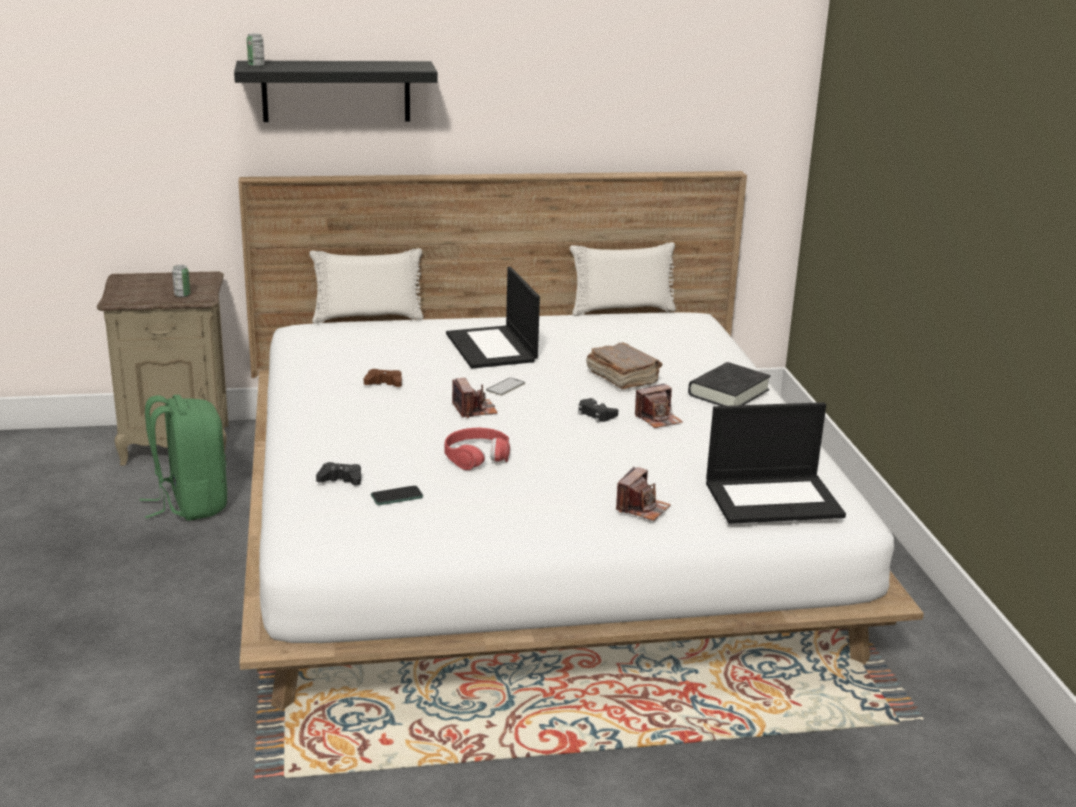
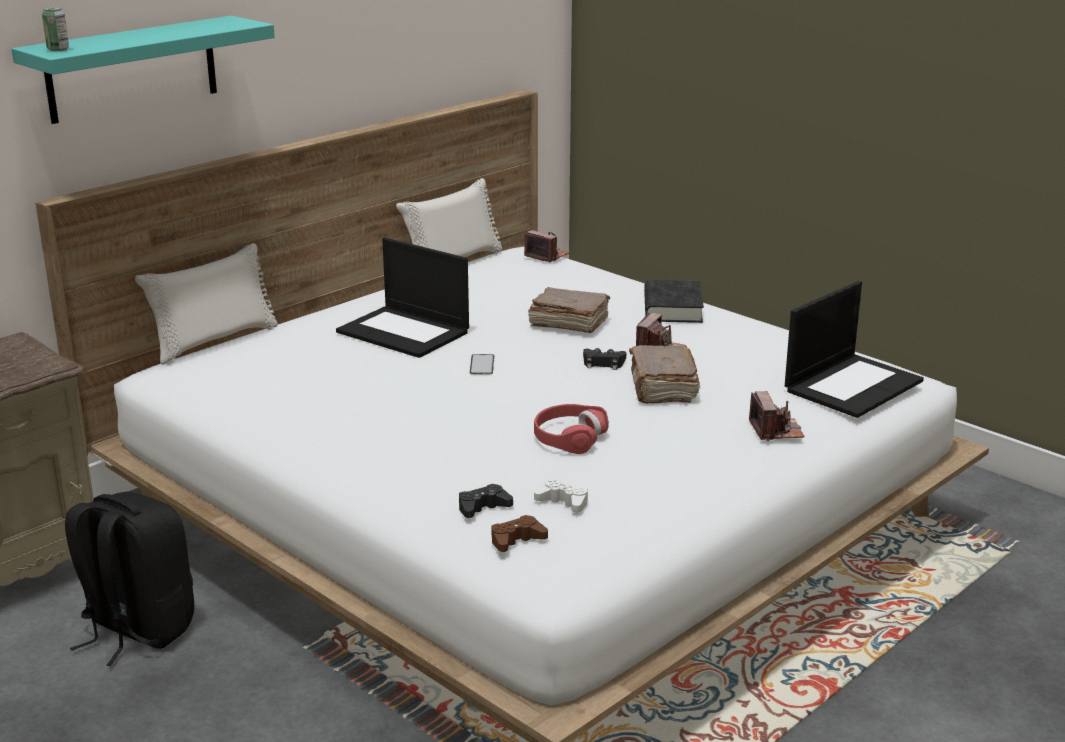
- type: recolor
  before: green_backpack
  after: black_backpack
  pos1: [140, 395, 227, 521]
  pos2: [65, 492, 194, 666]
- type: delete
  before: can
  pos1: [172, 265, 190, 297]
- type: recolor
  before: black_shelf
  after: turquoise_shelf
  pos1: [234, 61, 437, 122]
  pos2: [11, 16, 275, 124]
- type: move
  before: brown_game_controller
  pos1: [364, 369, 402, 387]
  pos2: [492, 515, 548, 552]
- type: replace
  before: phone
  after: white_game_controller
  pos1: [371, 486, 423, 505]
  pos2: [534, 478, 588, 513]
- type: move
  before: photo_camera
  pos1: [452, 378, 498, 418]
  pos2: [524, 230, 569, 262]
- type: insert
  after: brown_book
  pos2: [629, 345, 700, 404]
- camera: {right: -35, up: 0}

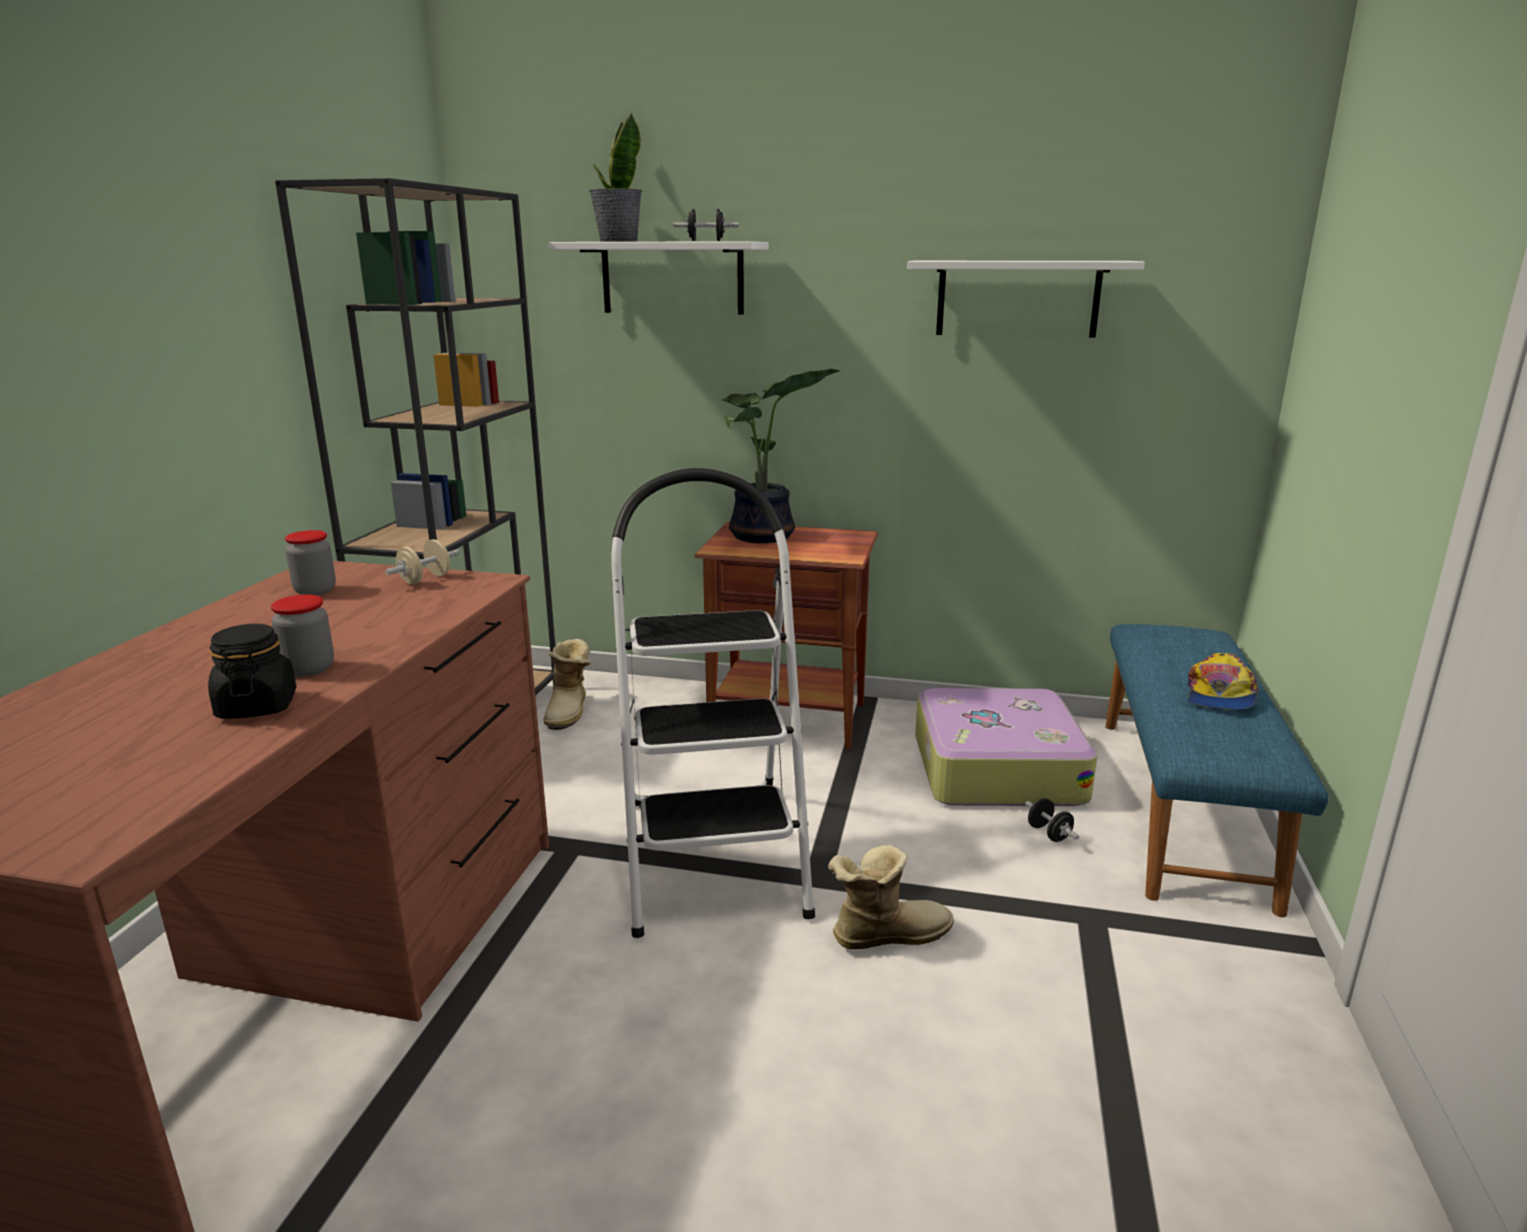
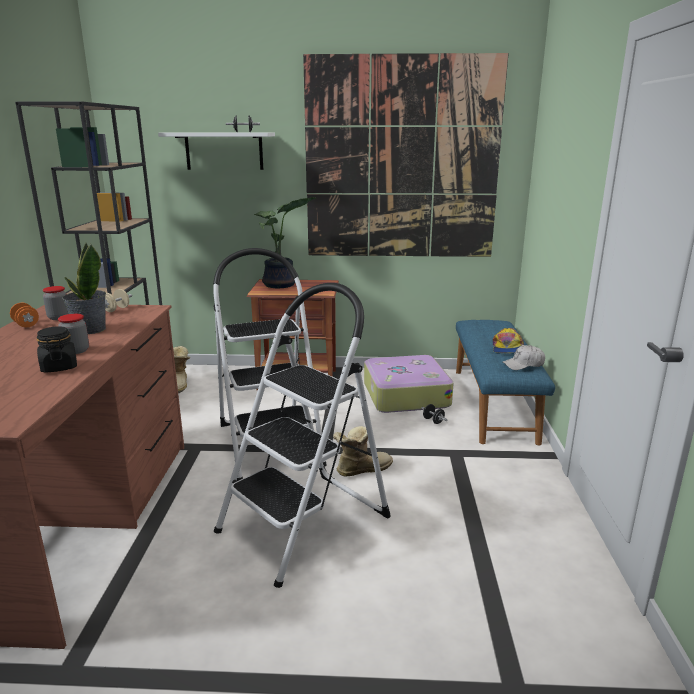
- type: move
  before: potted_plant
  pos1: [589, 112, 642, 242]
  pos2: [62, 243, 106, 334]
- type: replace
  before: white_shelf
  after: picture
  pos1: [907, 261, 1145, 338]
  pos2: [303, 53, 509, 257]
- type: insert
  after: orange_dumbbell
  pos2: [10, 303, 39, 327]
- type: insert
  after: step_ladder
  pos2: [214, 283, 391, 588]
- type: insert
  after: white_cap
  pos2: [503, 345, 545, 370]
- camera: {right: -10, up: 0}

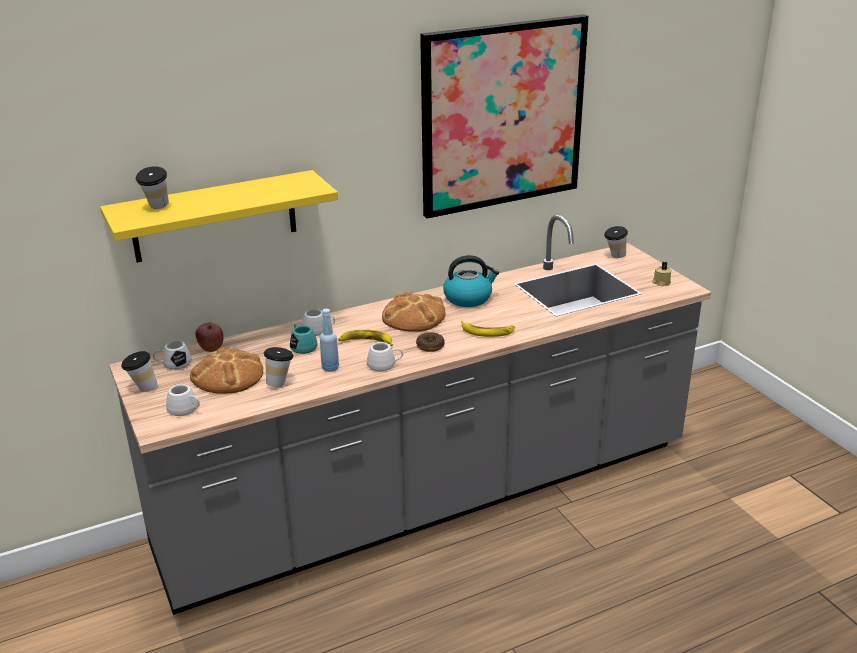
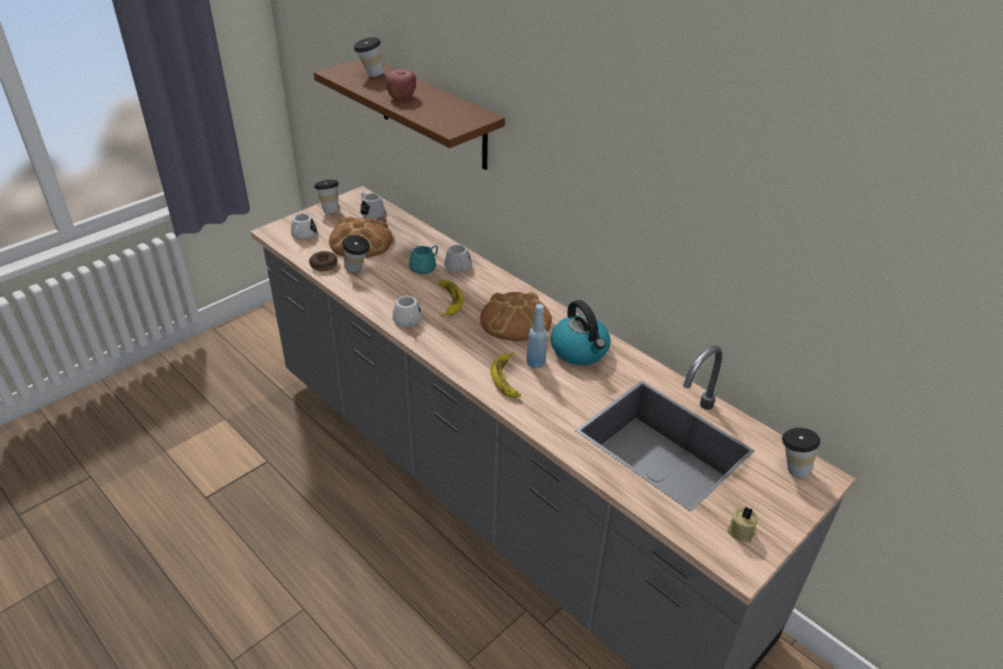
- type: recolor
  before: yellow_shelf
  after: brown_shelf
  pos1: [100, 170, 338, 263]
  pos2: [314, 59, 505, 170]
- type: move
  before: apple
  pos1: [196, 323, 224, 352]
  pos2: [386, 69, 416, 100]
- type: move
  before: blue_bottle
  pos1: [320, 309, 339, 372]
  pos2: [526, 304, 547, 369]
- type: move
  before: donut
  pos1: [416, 332, 445, 352]
  pos2: [309, 251, 338, 271]
- type: delete
  before: picture
  pos1: [420, 14, 589, 219]
- camera: {right: 70, up: 10}

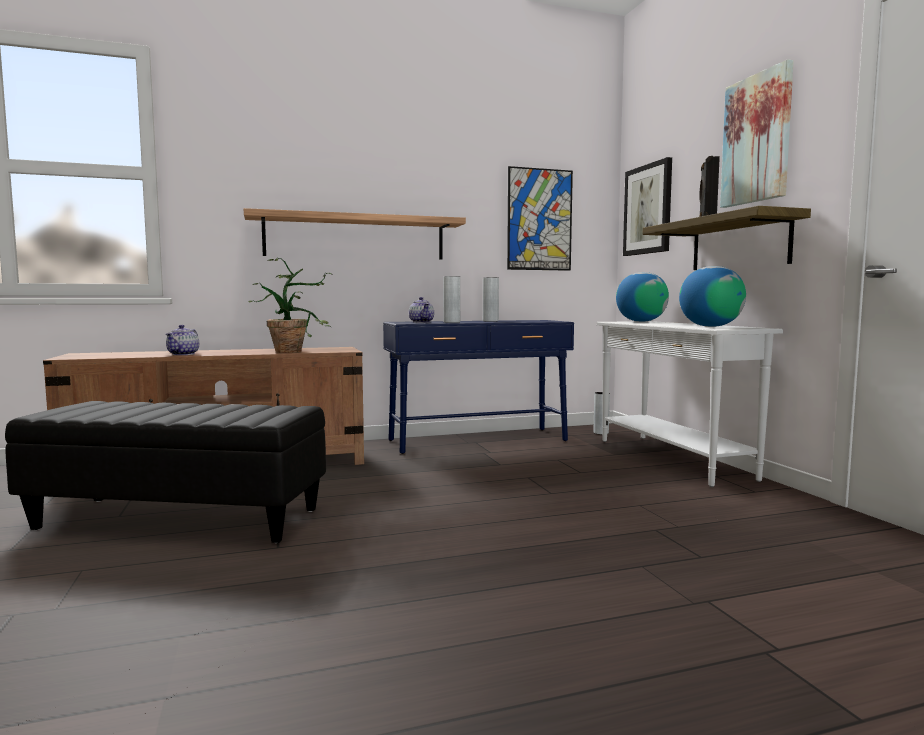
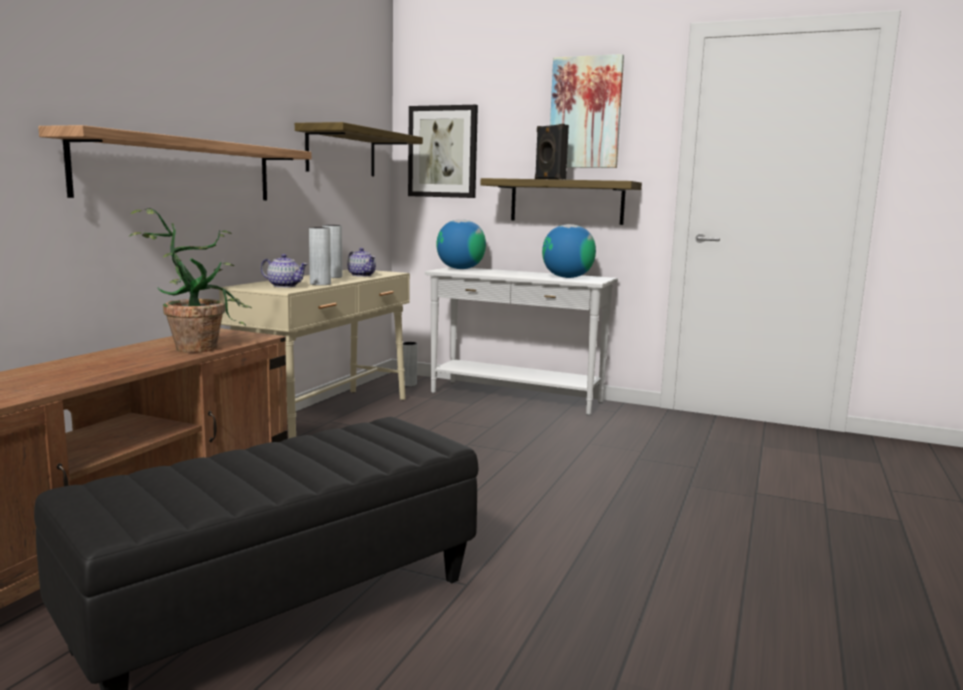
- type: move
  before: teapot
  pos1: [166, 325, 199, 355]
  pos2: [347, 248, 376, 277]
- type: recolor
  before: blue_console_table
  after: beige_console_table
  pos1: [383, 320, 574, 454]
  pos2: [219, 270, 410, 438]
- type: replace
  before: picture
  after: shelf
  pos1: [507, 166, 573, 271]
  pos2: [295, 122, 423, 176]
- camera: {right: -50, up: 5}

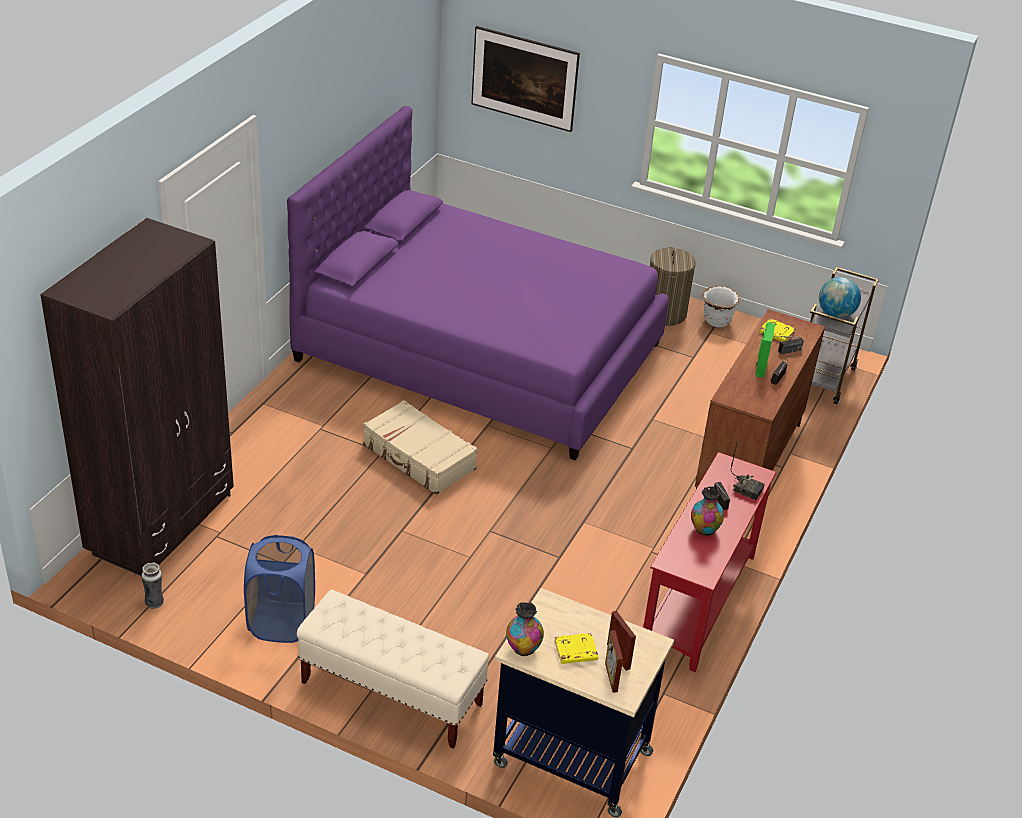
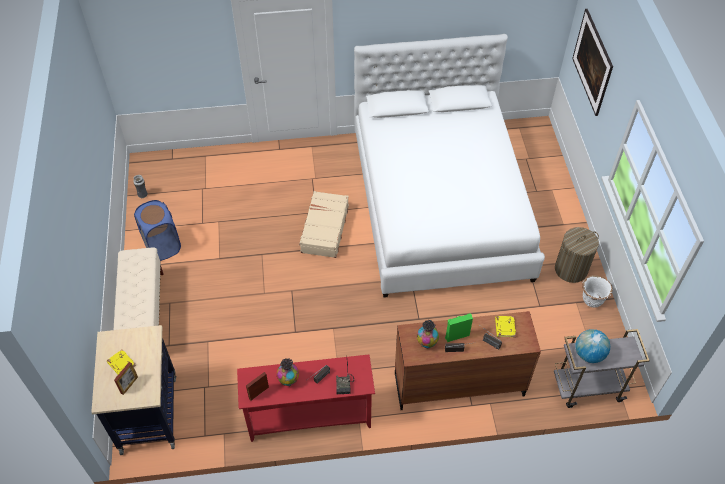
- type: delete
  before: brown_wardrobe
  pos1: [40, 218, 234, 577]
- type: recolor
  before: purple_bed
  after: white_bed
  pos1: [287, 106, 669, 460]
  pos2: [354, 34, 545, 298]
- type: move
  before: vase
  pos1: [506, 602, 544, 656]
  pos2: [417, 320, 439, 349]
- type: move
  before: picture_frame
  pos1: [605, 630, 623, 693]
  pos2: [246, 372, 269, 401]
- camera: {right: 60, up: 15}

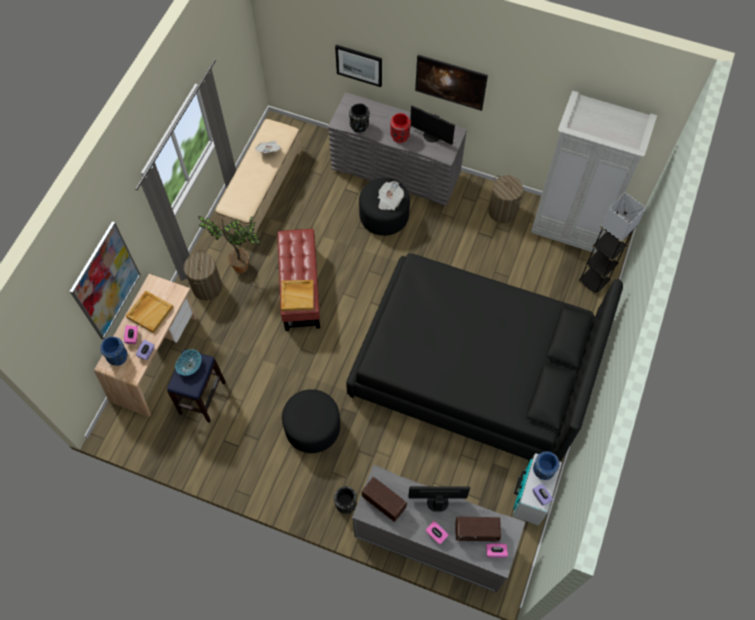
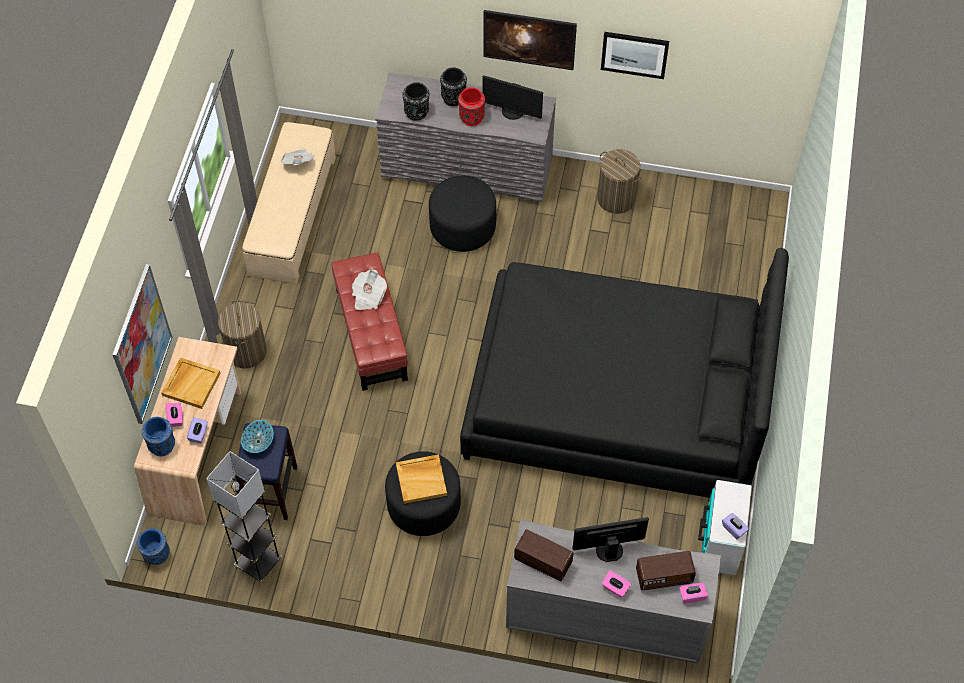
- type: delete
  before: potted_plant
  pos1: [199, 216, 261, 273]
- type: move
  before: beige_tray
  pos1: [281, 280, 313, 311]
  pos2: [396, 454, 447, 504]
- type: move
  before: black_vase
  pos1: [334, 486, 357, 514]
  pos2: [440, 67, 467, 106]
- type: move
  before: picture
  pos1: [335, 45, 382, 87]
  pos2: [601, 32, 669, 79]
- type: move
  before: newspaper
  pos1: [378, 181, 404, 210]
  pos2: [352, 269, 387, 310]
- type: delete
  before: white_wardrobe
  pos1: [531, 91, 657, 253]
- type: move
  before: blue_vase
  pos1: [533, 451, 560, 480]
  pos2: [137, 528, 170, 565]
- type: move
  before: grey_floor_lamp
  pos1: [578, 192, 646, 295]
  pos2: [206, 451, 282, 583]
- camera: {right: -10, up: -5}

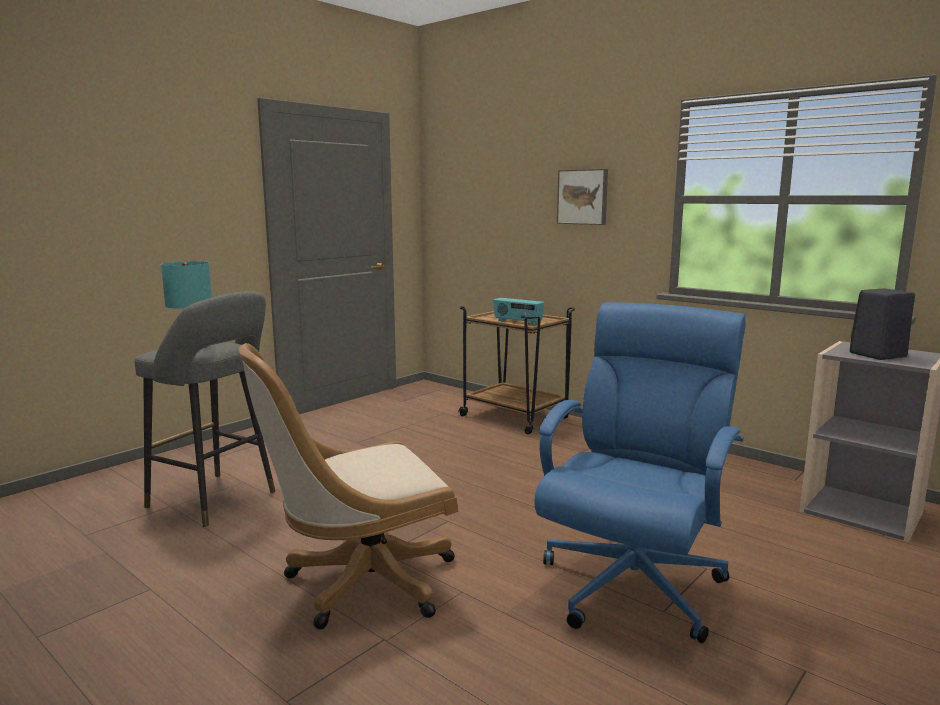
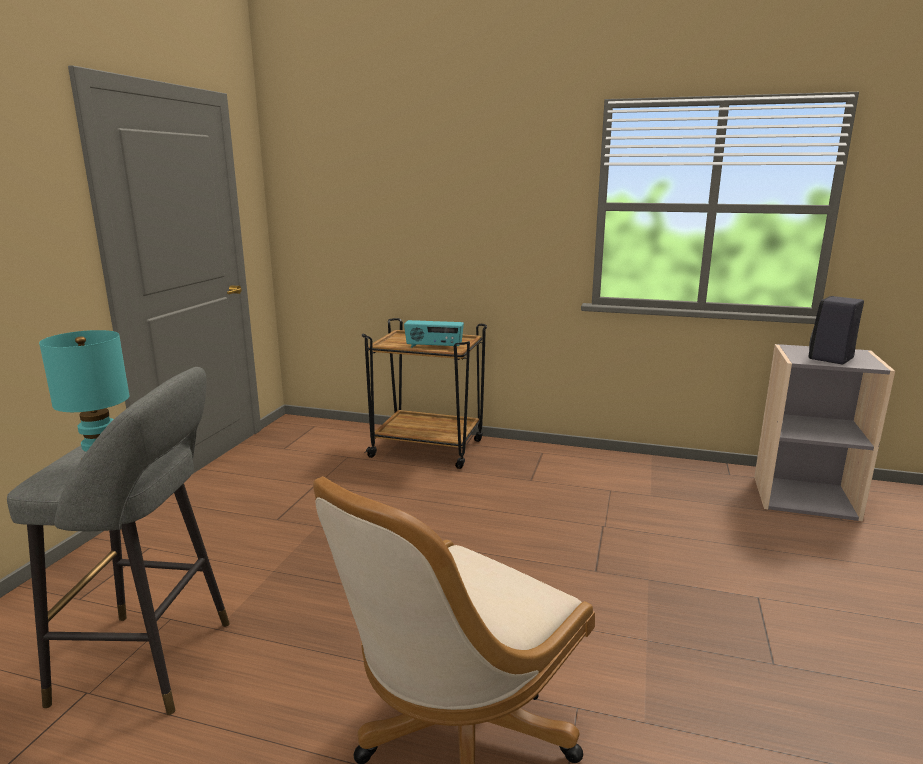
- type: delete
  before: blue_office_chair
  pos1: [534, 302, 746, 643]
- type: delete
  before: picture
  pos1: [557, 169, 608, 225]
- camera: {right: -25, up: 5}

